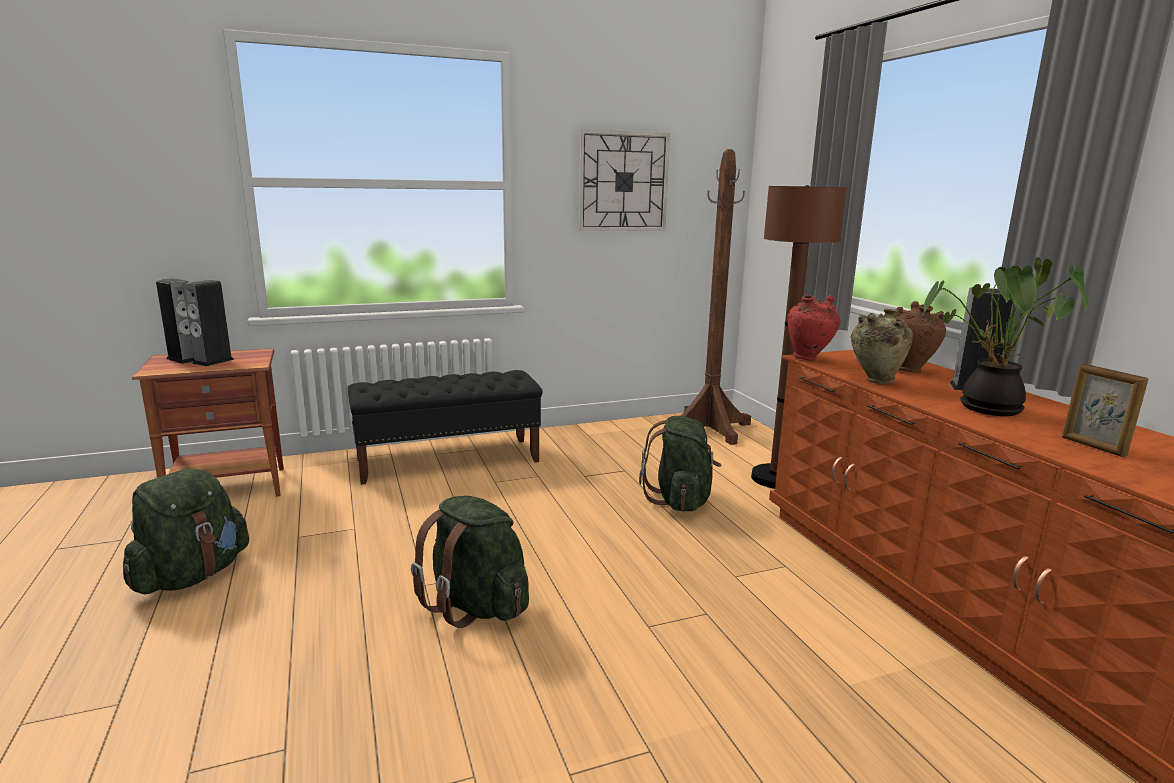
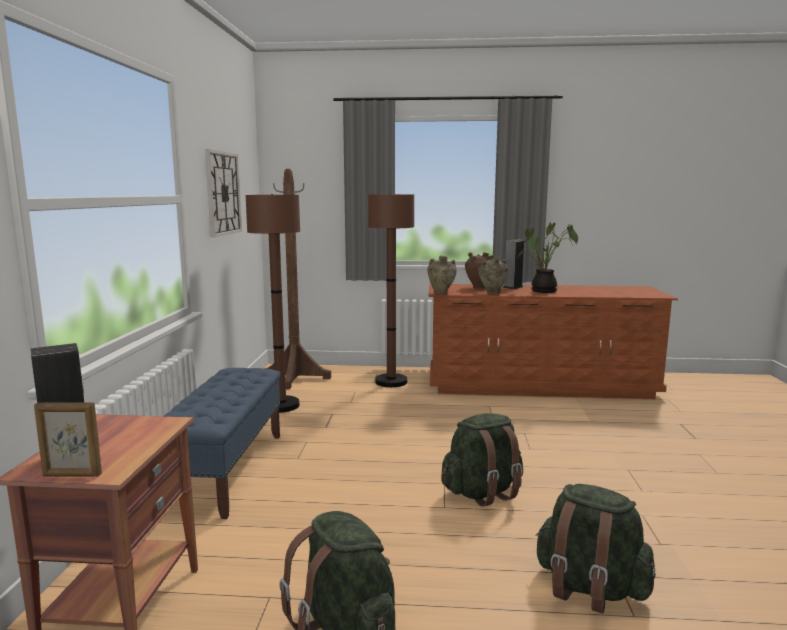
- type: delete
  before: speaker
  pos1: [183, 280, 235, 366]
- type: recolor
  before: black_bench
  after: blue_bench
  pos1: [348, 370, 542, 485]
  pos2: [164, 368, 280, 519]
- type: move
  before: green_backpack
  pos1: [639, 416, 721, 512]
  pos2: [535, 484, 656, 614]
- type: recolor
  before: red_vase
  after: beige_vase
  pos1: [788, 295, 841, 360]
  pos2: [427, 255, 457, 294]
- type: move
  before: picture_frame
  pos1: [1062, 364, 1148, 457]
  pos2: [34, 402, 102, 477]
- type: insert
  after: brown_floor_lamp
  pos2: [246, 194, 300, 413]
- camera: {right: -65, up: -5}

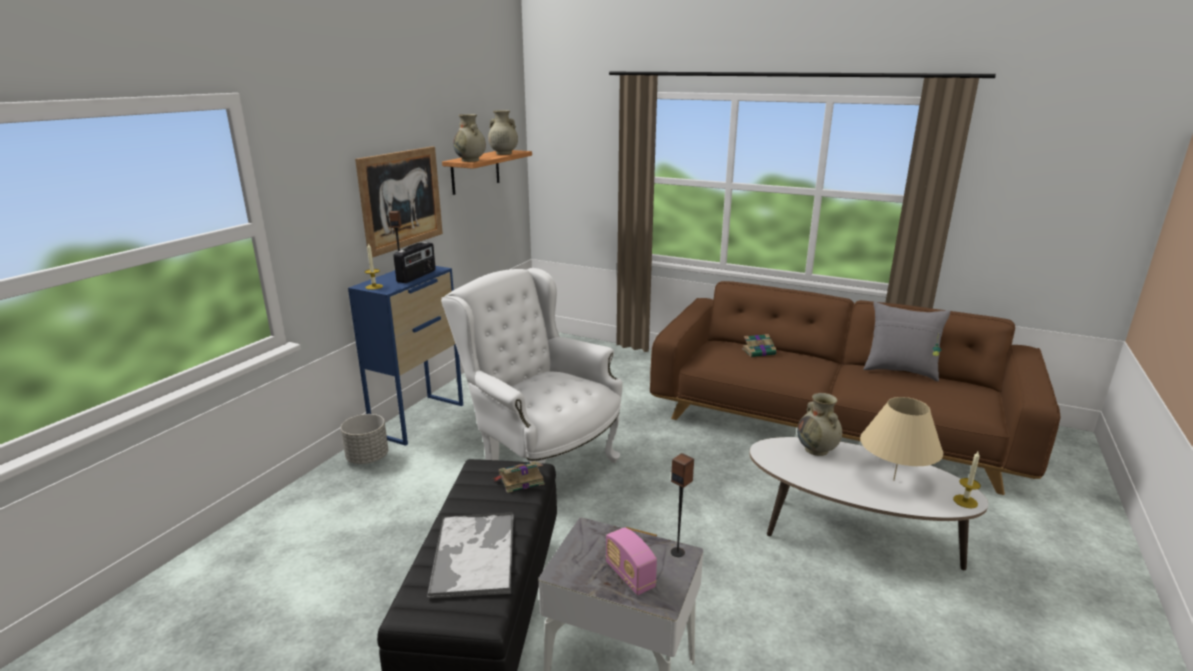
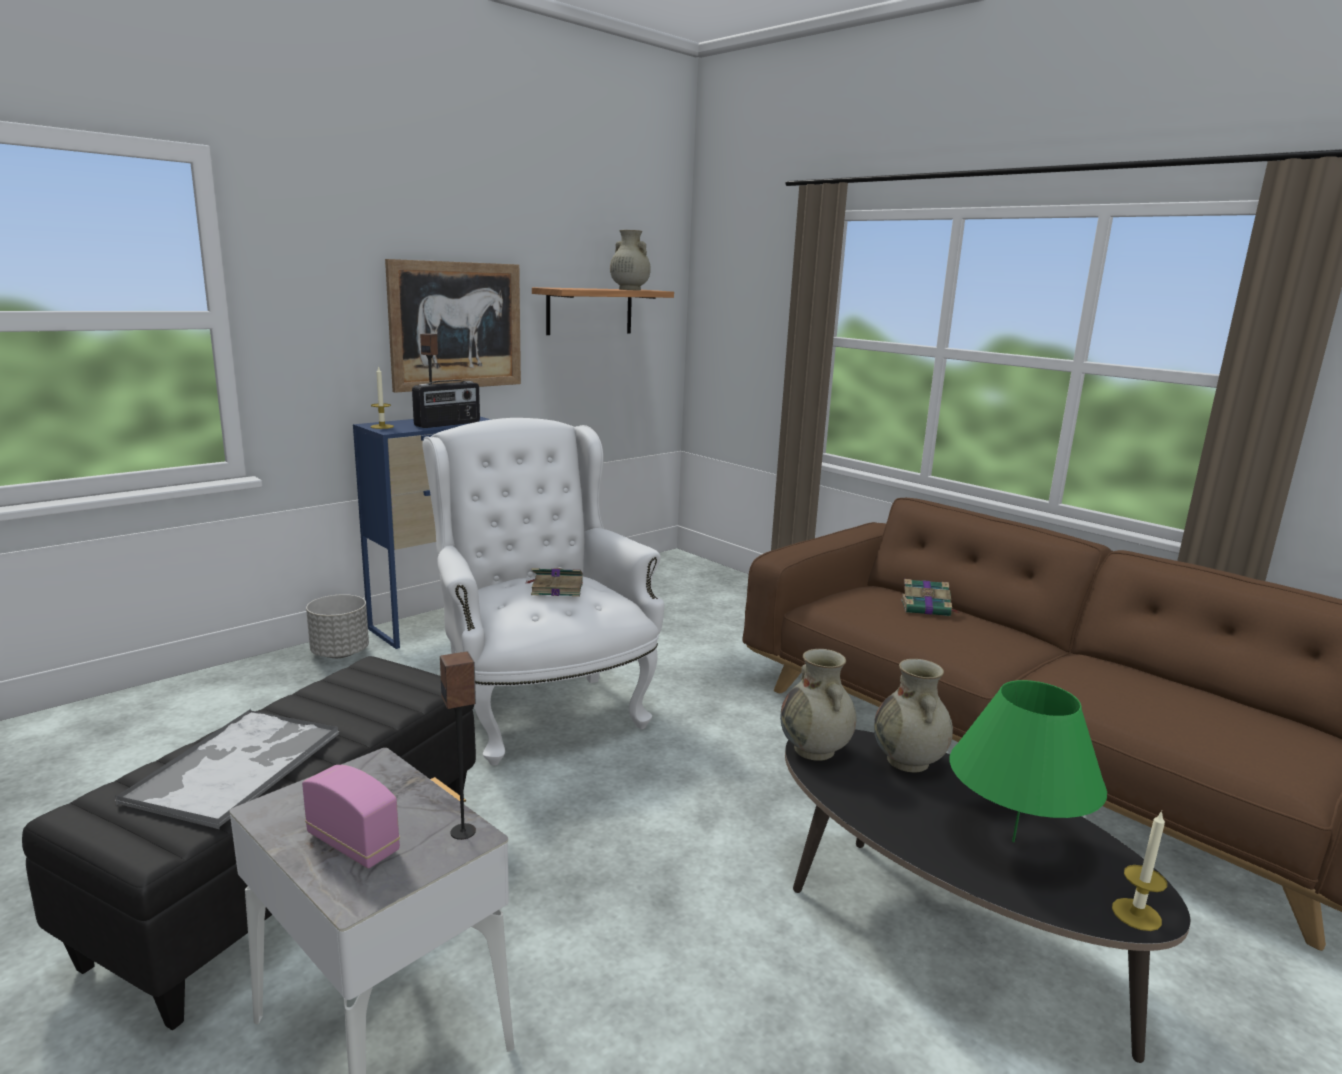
- type: move
  before: beige_vase
  pos1: [453, 114, 486, 162]
  pos2: [780, 649, 856, 761]
- type: move
  before: book
  pos1: [493, 461, 545, 493]
  pos2: [526, 568, 583, 597]
- type: rotate
  before: radio
  pos1: [605, 527, 657, 595]
  pos2: [302, 765, 400, 868]
  turn: 135
- type: recolor
  before: white_coffee_table
  after: black_coffee_table
  pos1: [749, 437, 988, 570]
  pos2: [785, 729, 1191, 1063]
- type: recolor
  before: beige_table_lamp
  after: green_table_lamp
  pos1: [860, 397, 943, 481]
  pos2: [950, 680, 1107, 842]
- type: delete
  before: grey_pillow
  pos1: [863, 302, 951, 382]
- camera: {right: 20, up: -5}

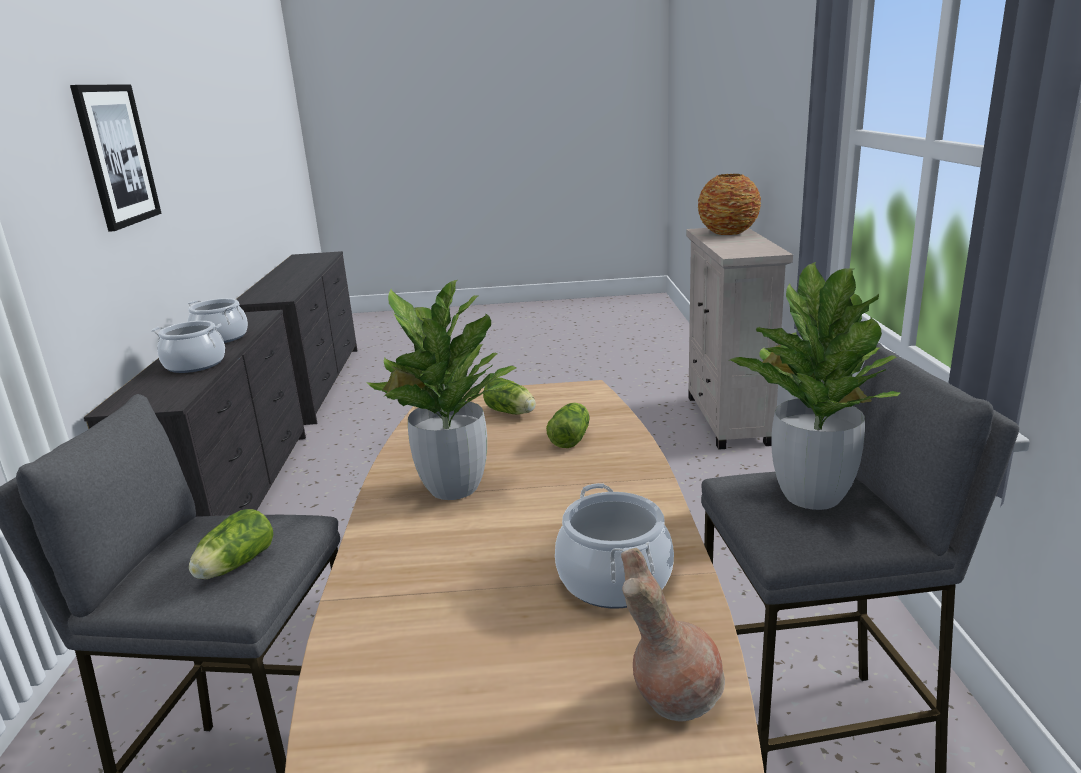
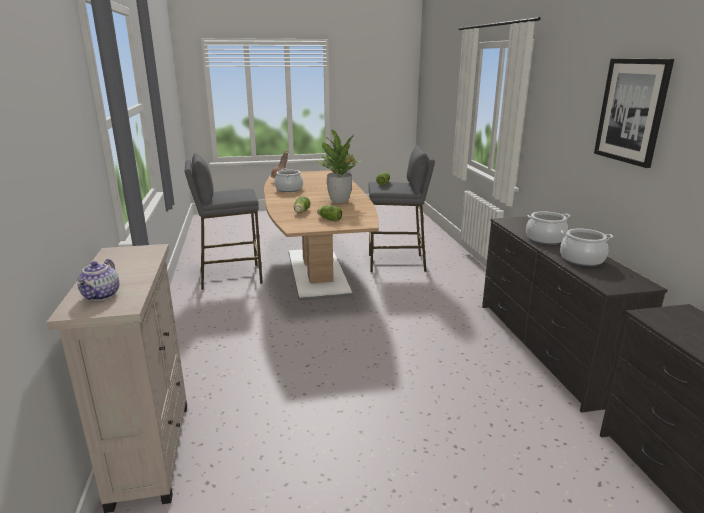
- type: replace
  before: vase
  after: teapot
  pos1: [698, 173, 761, 235]
  pos2: [77, 259, 119, 301]
- type: delete
  before: potted_plant
  pos1: [729, 262, 901, 510]
- camera: {right: 170, up: 0}

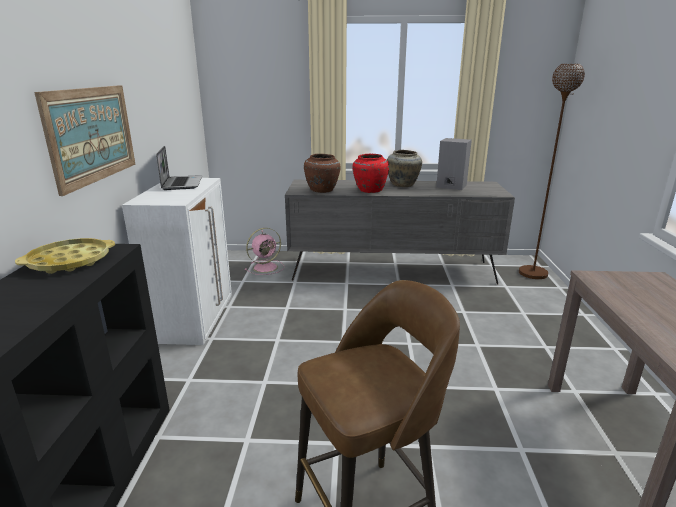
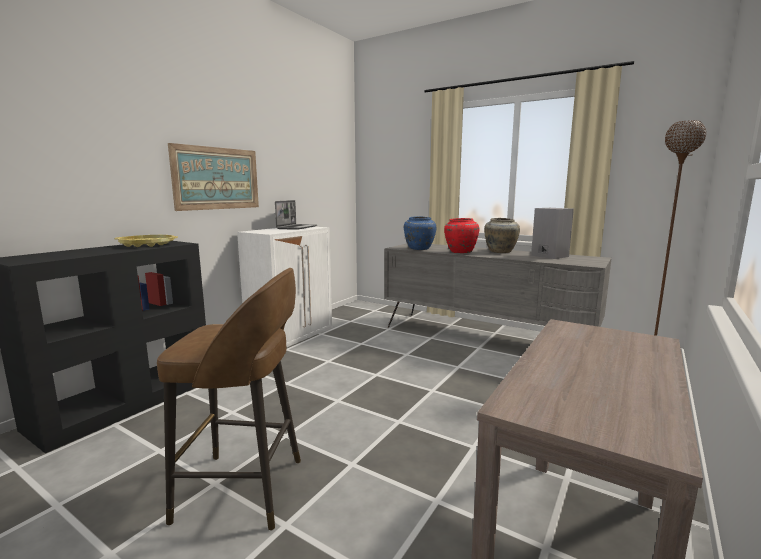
- type: delete
  before: pink_fan
  pos1: [245, 228, 284, 275]
- type: recolor
  before: brown_vase
  after: blue_vase
  pos1: [304, 154, 340, 193]
  pos2: [404, 216, 436, 250]
- camera: {right: 30, up: -10}

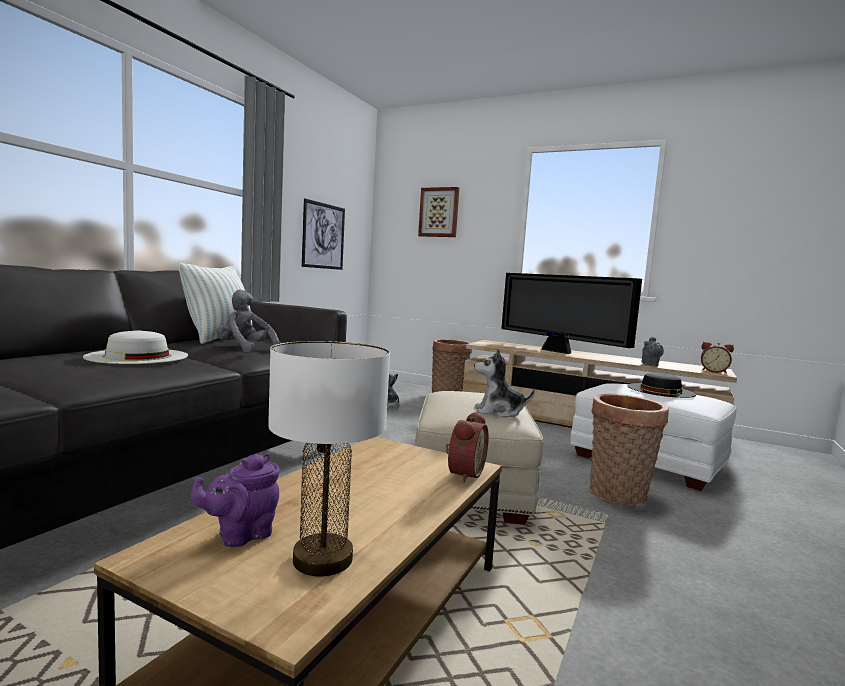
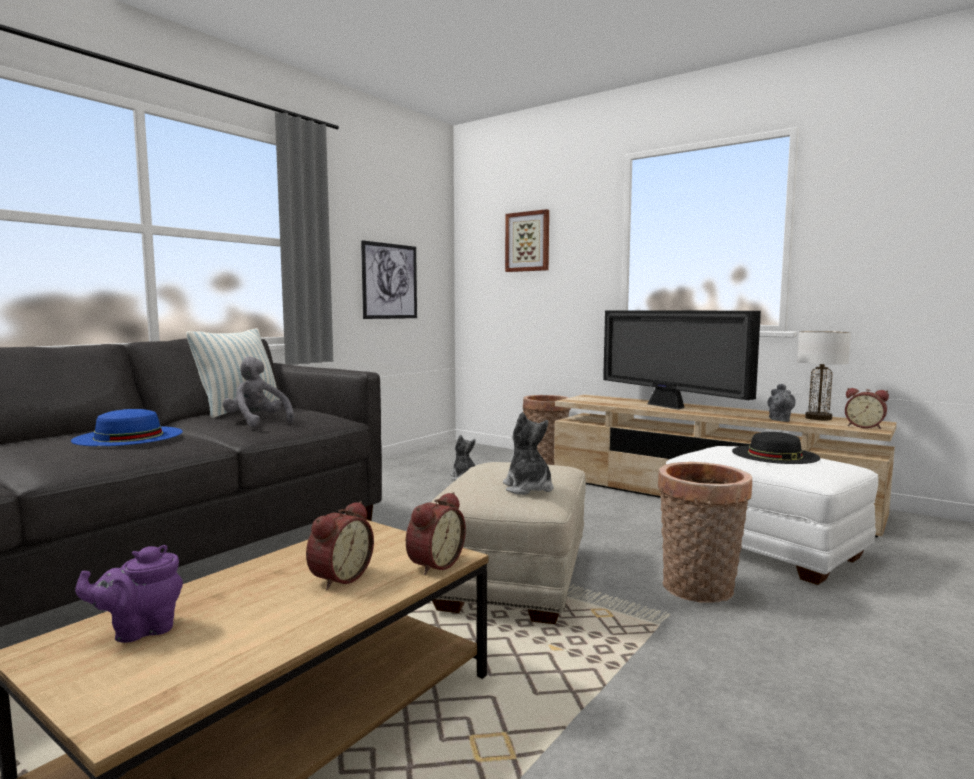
- type: recolor
  before: white_hat
  after: blue_hat
  pos1: [83, 330, 188, 364]
  pos2: [71, 409, 183, 446]
- type: move
  before: table_lamp
  pos1: [268, 341, 390, 576]
  pos2: [797, 331, 851, 420]
- type: rotate
  before: plush_toy
  pos1: [474, 349, 535, 417]
  pos2: [503, 412, 554, 495]
  turn: 60
- type: insert
  after: alarm_clock
  pos2: [306, 501, 374, 590]
- camera: {right: 10, up: 0}

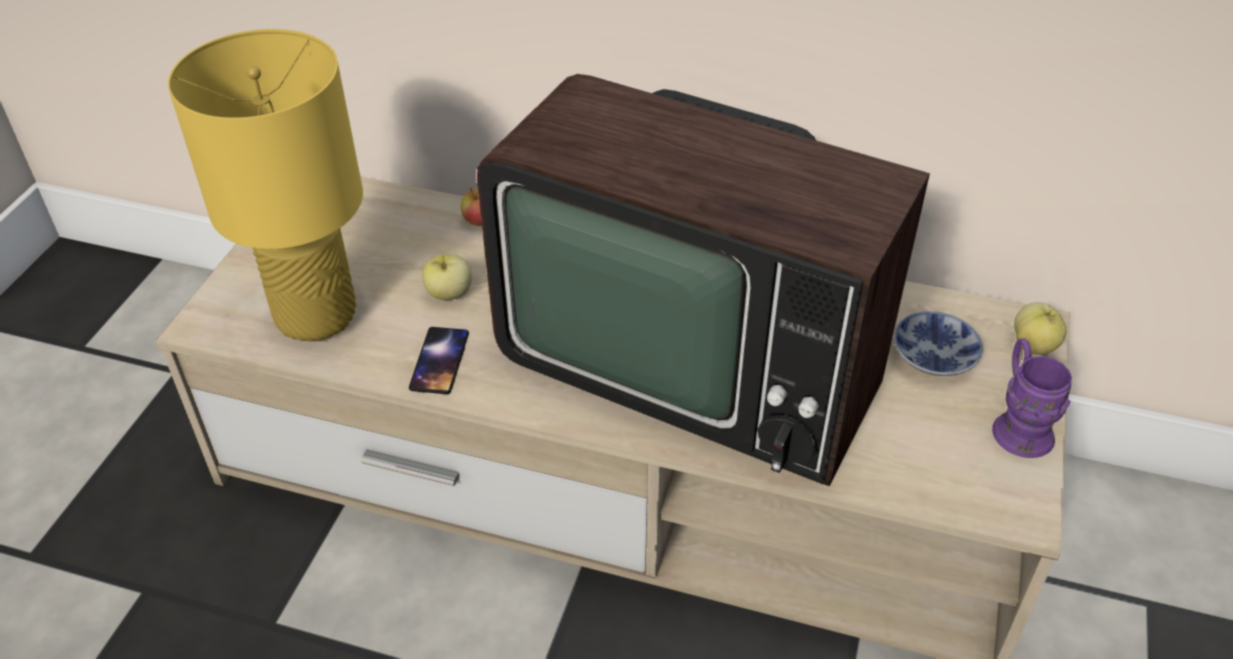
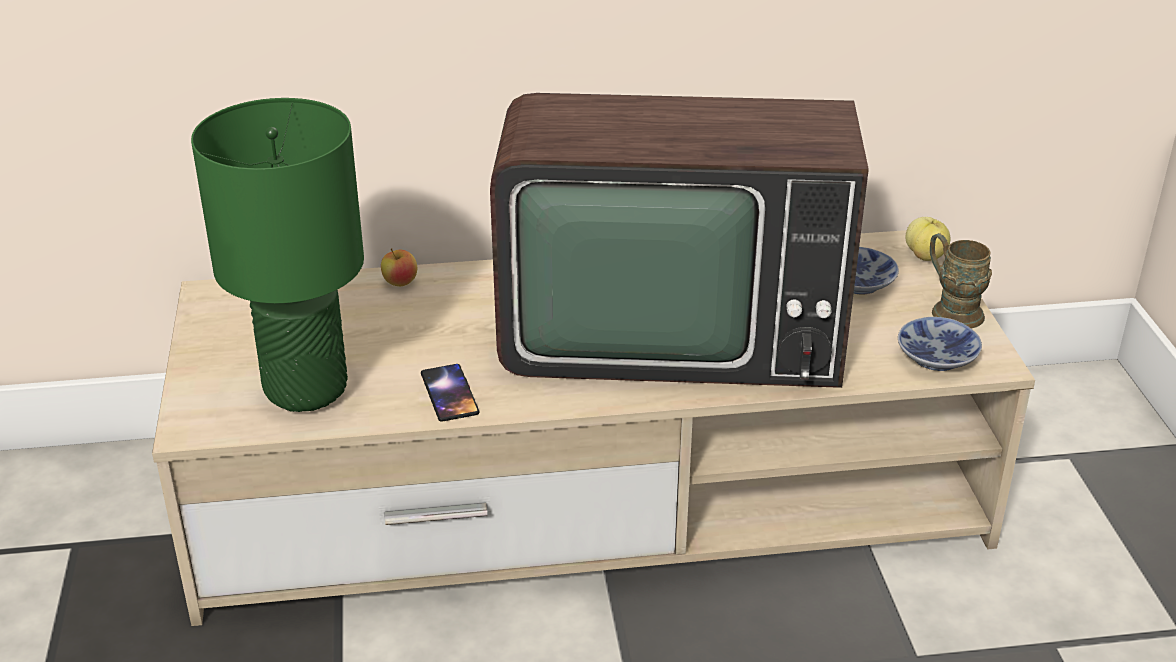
- type: recolor
  before: yellow_table_lamp
  after: green_table_lamp
  pos1: [168, 29, 363, 341]
  pos2: [191, 98, 364, 412]
- type: delete
  before: apple
  pos1: [422, 254, 472, 300]
- type: recolor
  before: purple_mug
  after: brown_mug
  pos1: [992, 338, 1072, 458]
  pos2: [930, 233, 992, 329]
- type: insert
  after: bowl
  pos2: [898, 317, 982, 371]
- camera: {right: -25, up: -10}

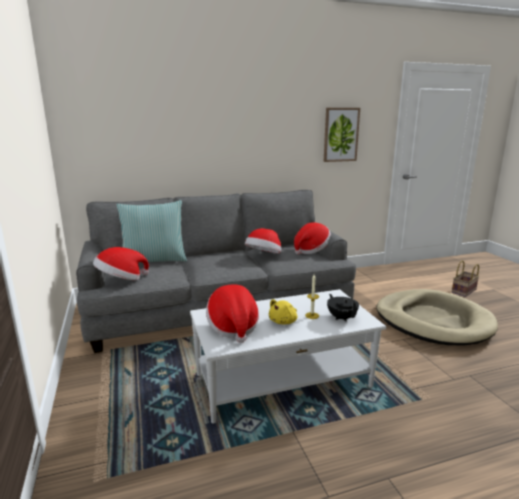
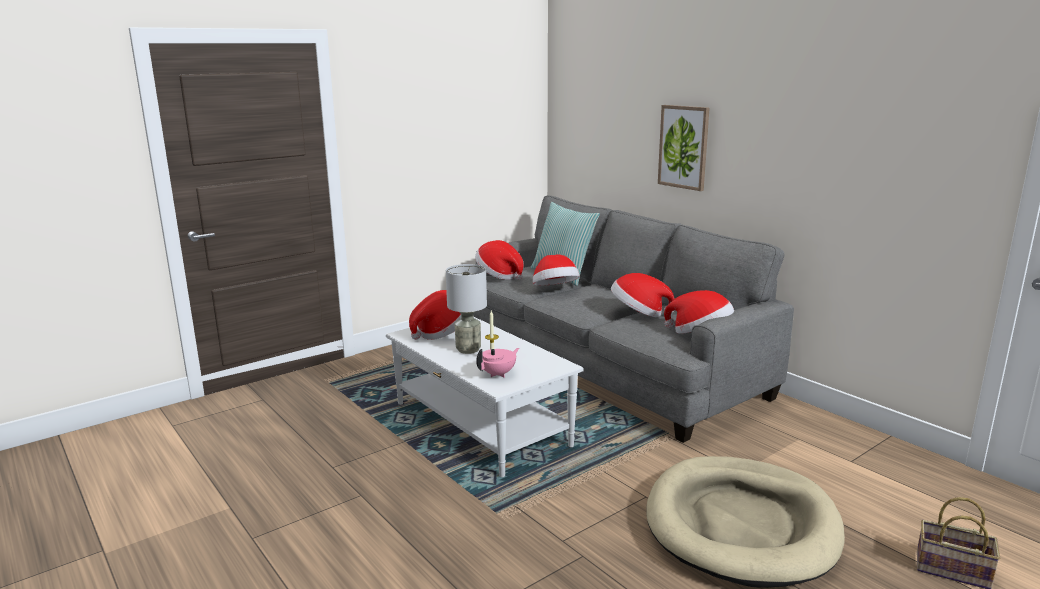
- type: replace
  before: yellow_plush_toy
  after: grey_table_lamp
  pos1: [269, 299, 297, 324]
  pos2: [446, 264, 487, 354]
- type: move
  before: picture
  pos1: [323, 108, 360, 162]
  pos2: [658, 105, 709, 191]
- type: recolor
  before: black_teapot
  after: pink_teapot
  pos1: [327, 294, 359, 321]
  pos2: [476, 348, 519, 377]
- type: insert
  after: hat
  pos2: [533, 255, 579, 286]
- camera: {right: 70, up: 0}

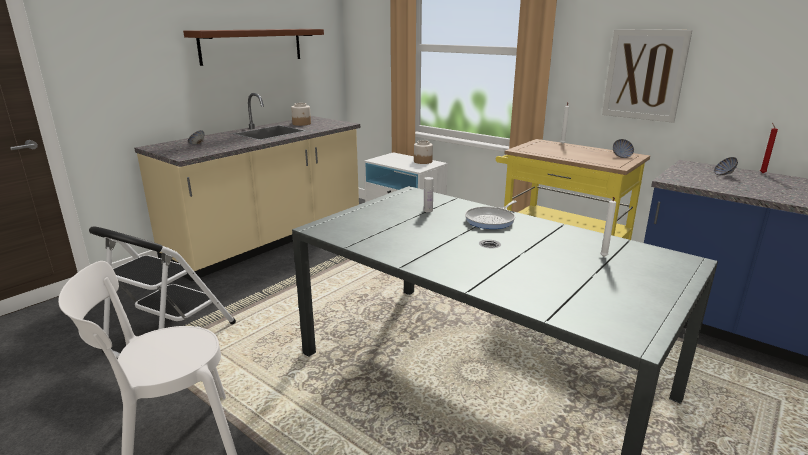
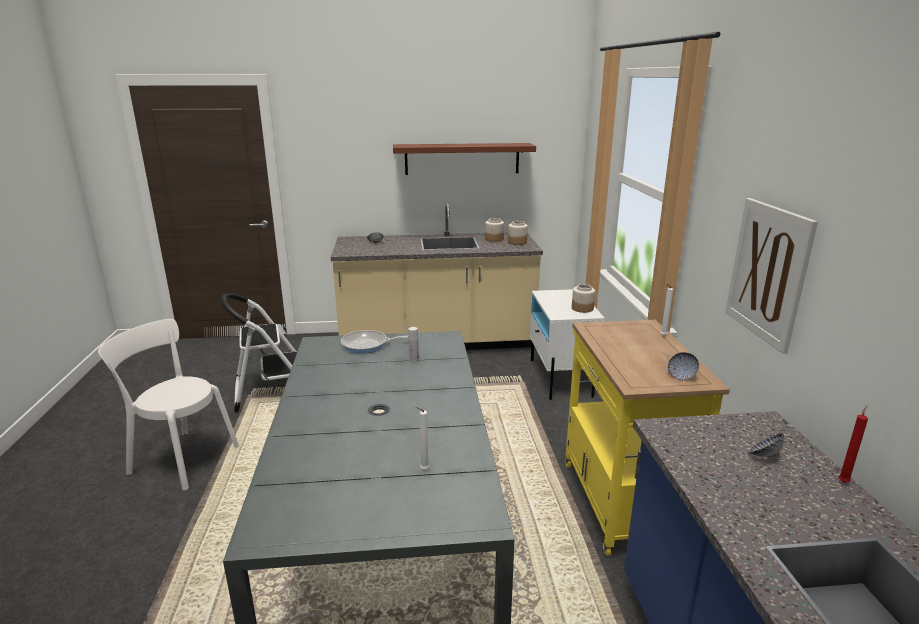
- type: move
  before: frying_pan
  pos1: [465, 200, 517, 229]
  pos2: [341, 330, 409, 354]
- type: insert
  after: jar
  pos2: [508, 221, 528, 245]
- camera: {right: 45, up: 0}

